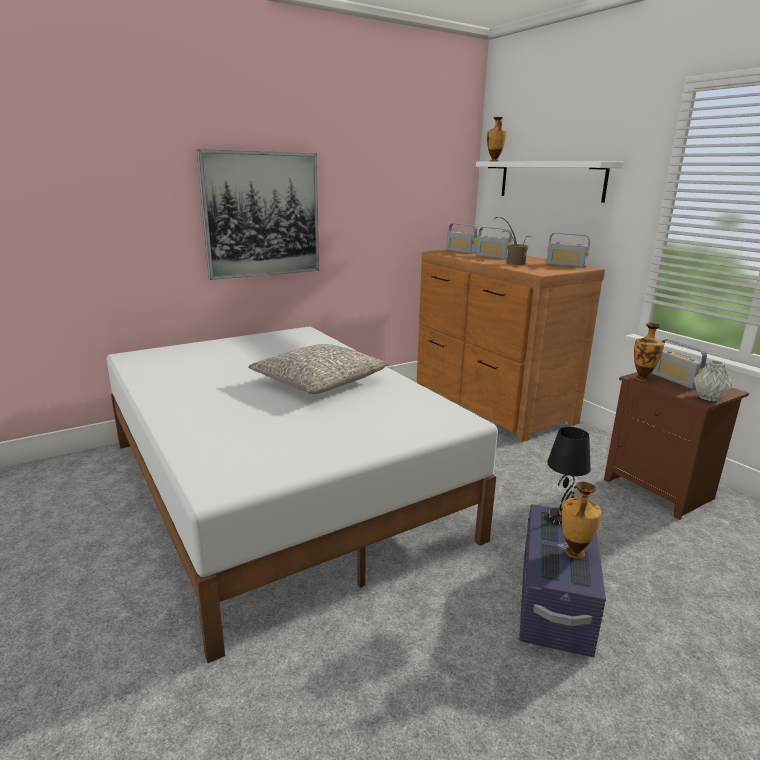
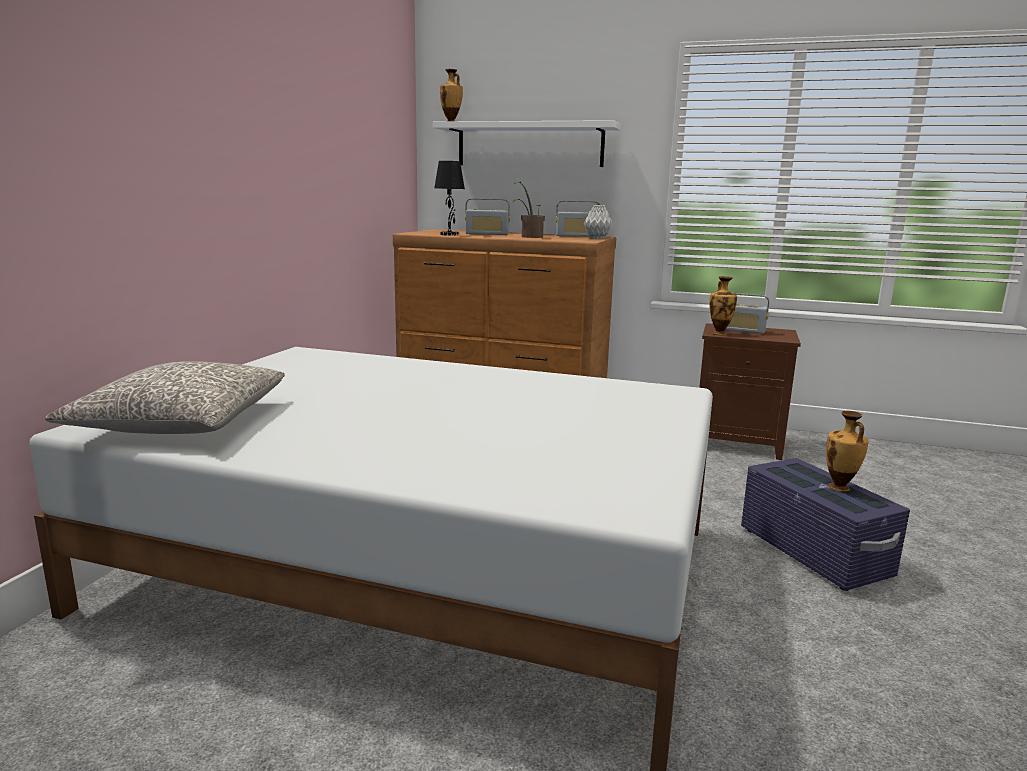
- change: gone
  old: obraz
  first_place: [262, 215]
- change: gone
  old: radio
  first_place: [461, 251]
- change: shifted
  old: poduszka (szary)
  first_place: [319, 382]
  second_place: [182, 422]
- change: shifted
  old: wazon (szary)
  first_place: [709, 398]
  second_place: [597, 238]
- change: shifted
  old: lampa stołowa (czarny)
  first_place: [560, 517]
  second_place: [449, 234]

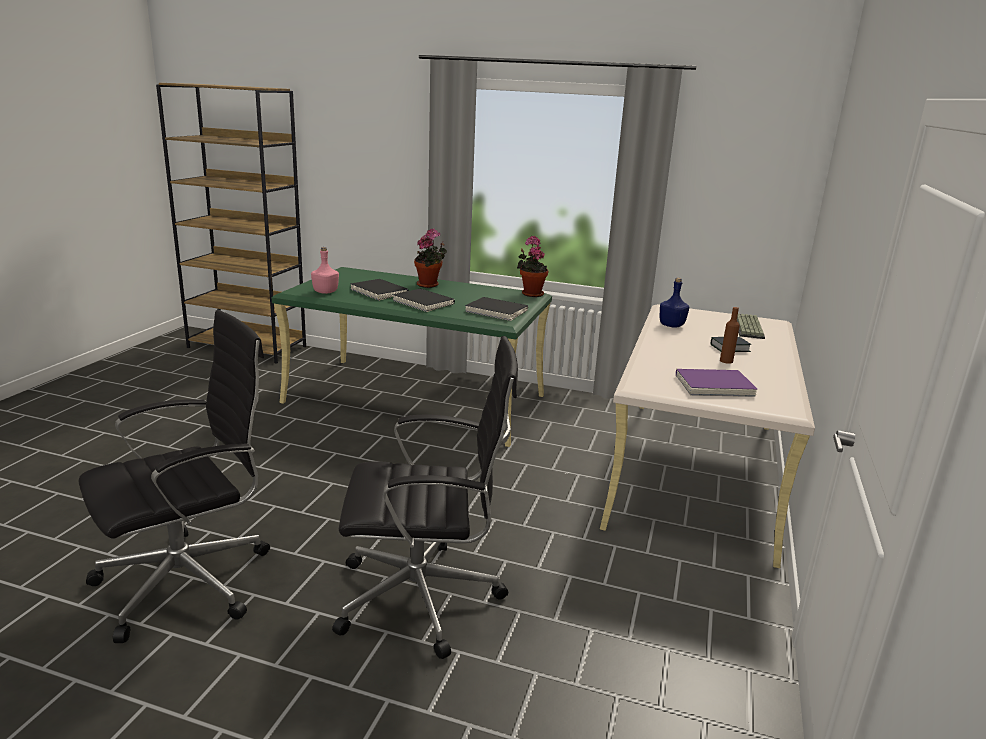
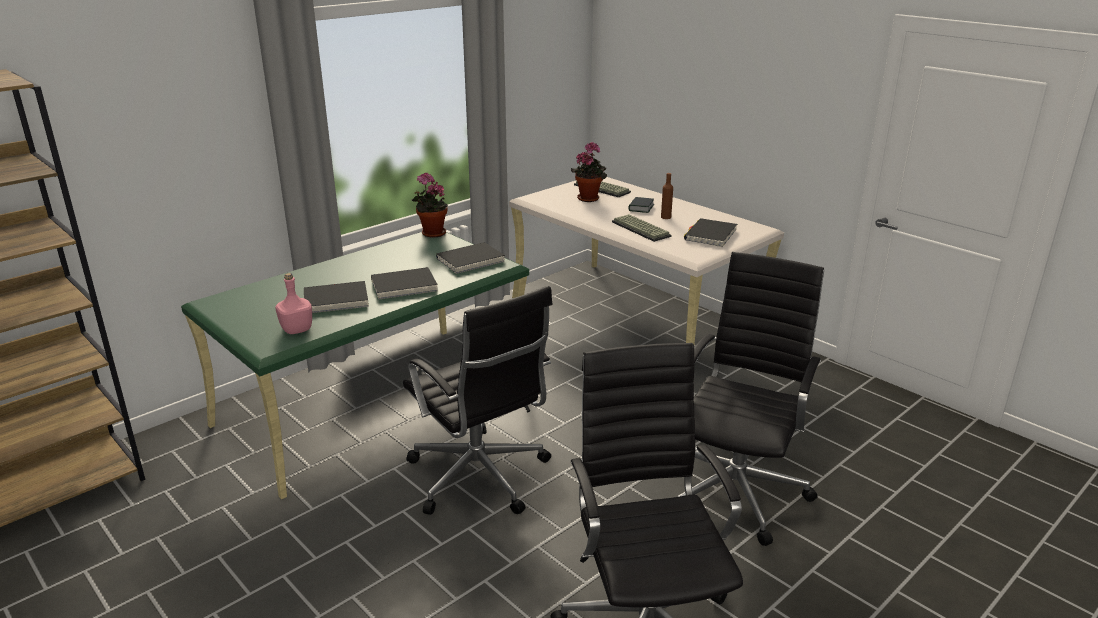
- change: shifted
  old: roślina doniczkowa
  first_place: [429, 285]
  second_place: [589, 198]
- change: gone
  old: butelka (niebieski)
  first_place: [671, 325]
- change: repainted
  old: książka (fioletowy)
  new: książka (czarny)
  first_place: [714, 386]
  second_place: [710, 235]
- change: new
  new: klawiatura
  second_place: [642, 229]
- change: new
  new: krzesło biurowe (czarny)
  second_place: [480, 477]

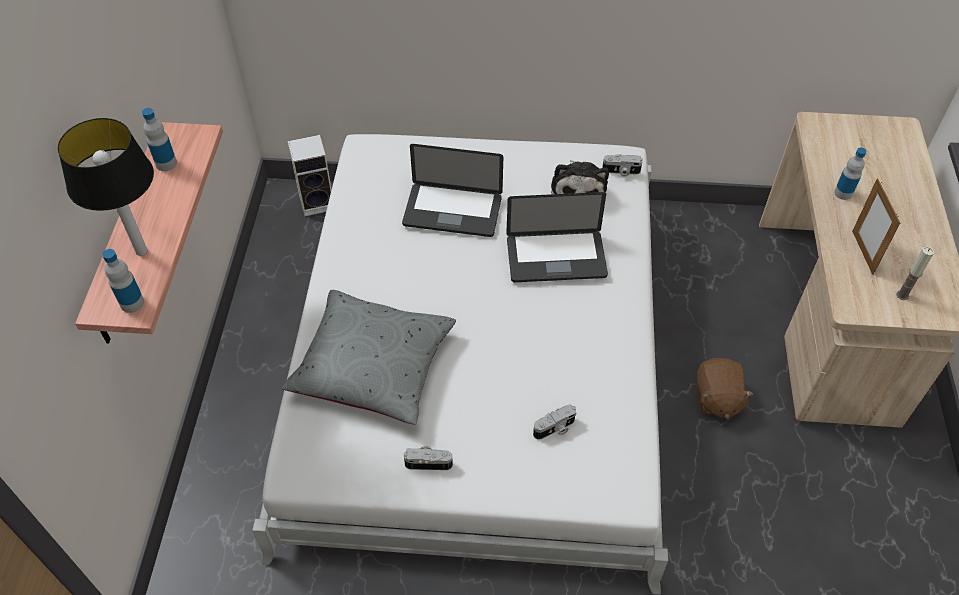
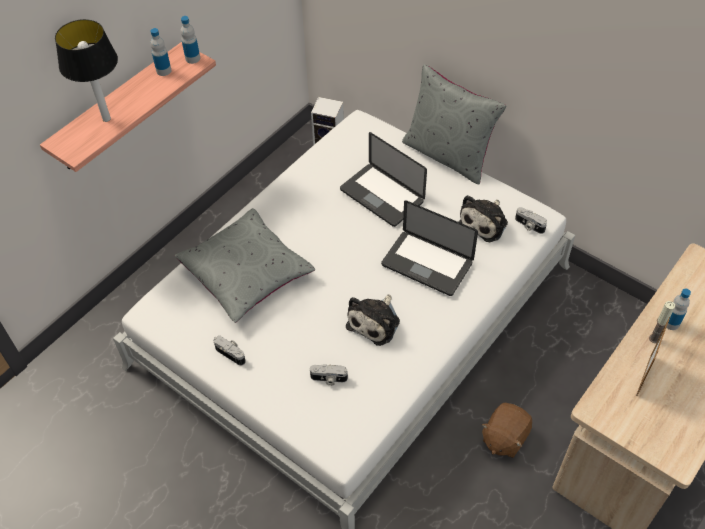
- change: shifted
  old: świeca
  first_place: [902, 295]
  second_place: [654, 338]
- change: shifted
  old: butelka
  first_place: [132, 303]
  second_place: [192, 58]
- change: new
  new: poduszka (szary)
  second_place: [448, 155]
- change: new
  new: pluszak
  second_place: [375, 322]

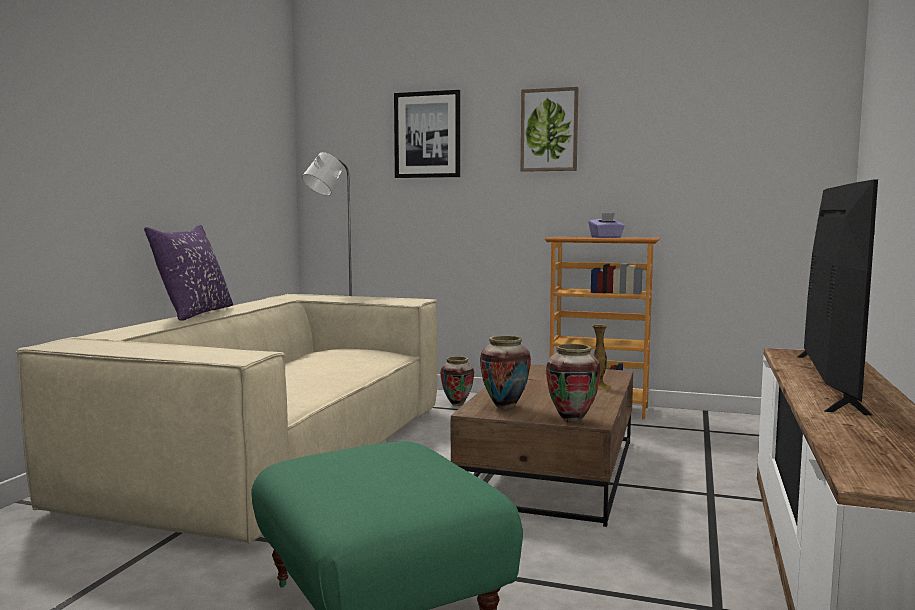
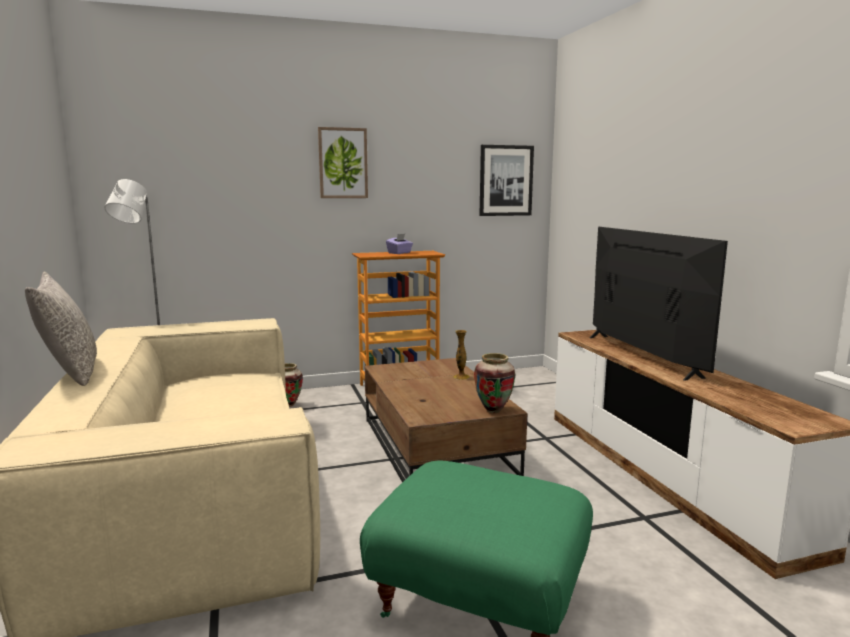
- change: shifted
  old: obraz
  first_place: [427, 135]
  second_place: [506, 180]
- change: repainted
  old: poduszka (fioletowy)
  new: poduszka (szary)
  first_place: [194, 313]
  second_place: [71, 372]
- change: gone
  old: wazon
  first_place: [504, 407]

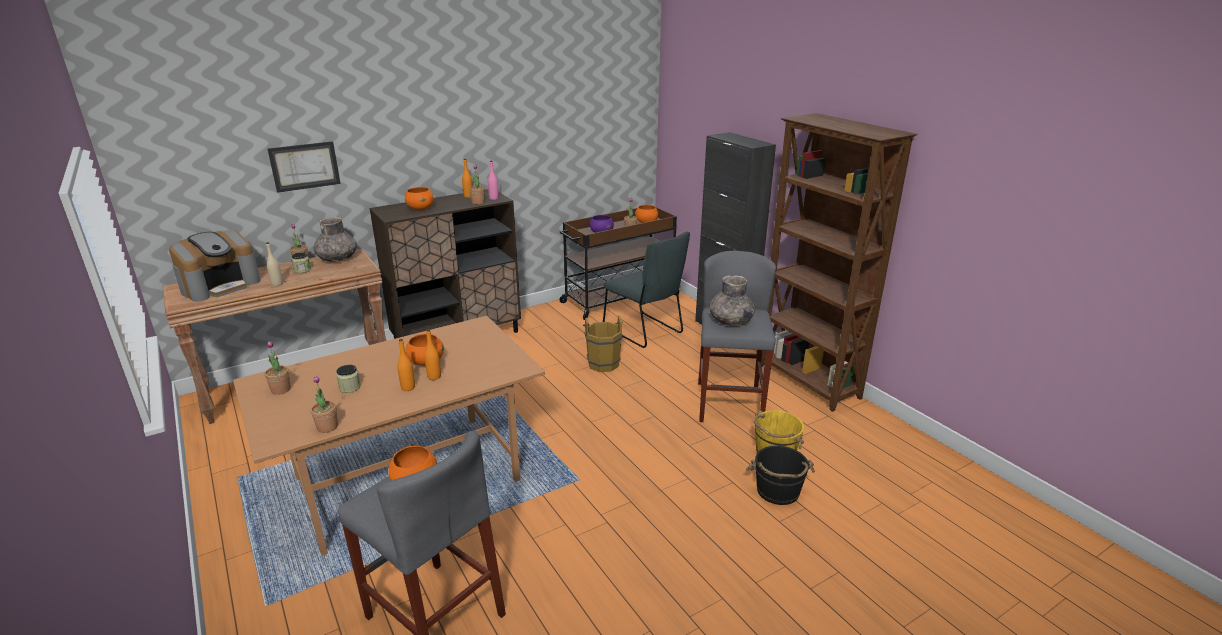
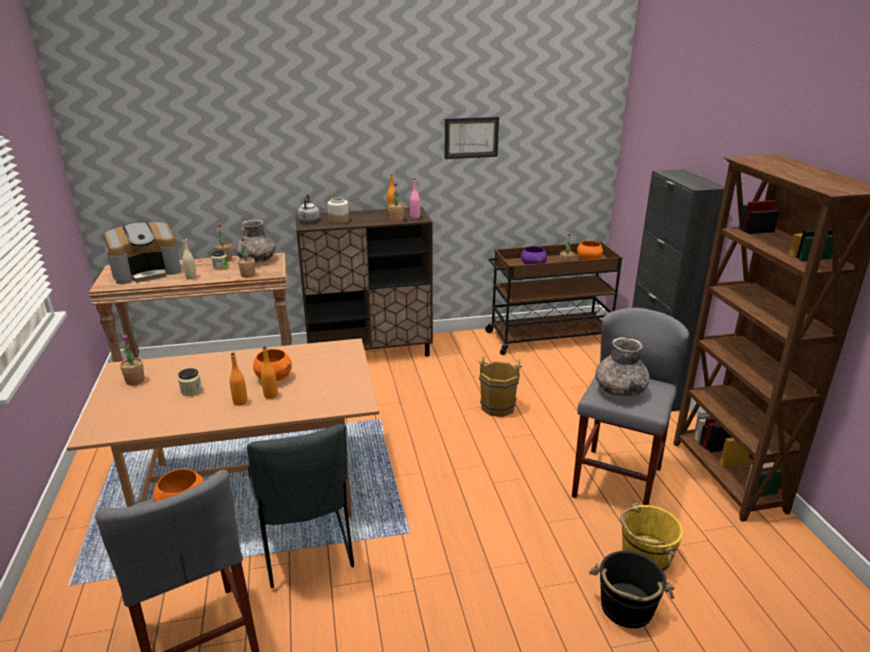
- change: shifted
  old: obraz
  first_place: [304, 166]
  second_place: [471, 137]
- change: swapped
  old: miska (pomarańczowy)
  new: słoik
  first_place: [421, 209]
  second_place: [339, 220]
- change: shifted
  old: krzesło (szary)
  first_place: [645, 331]
  second_place: [306, 548]
- change: shifted
  old: roślina doniczkowa
  first_place: [327, 427]
  second_place: [248, 275]
- change: new
  new: czajnik (szary)
  second_place: [309, 221]

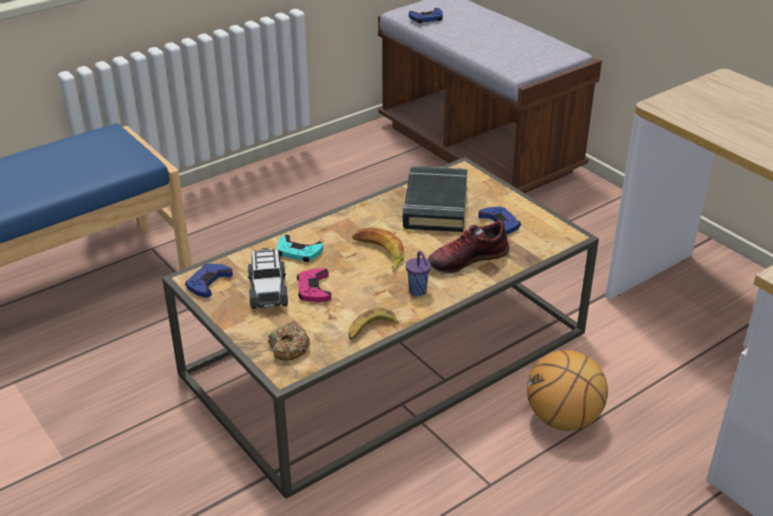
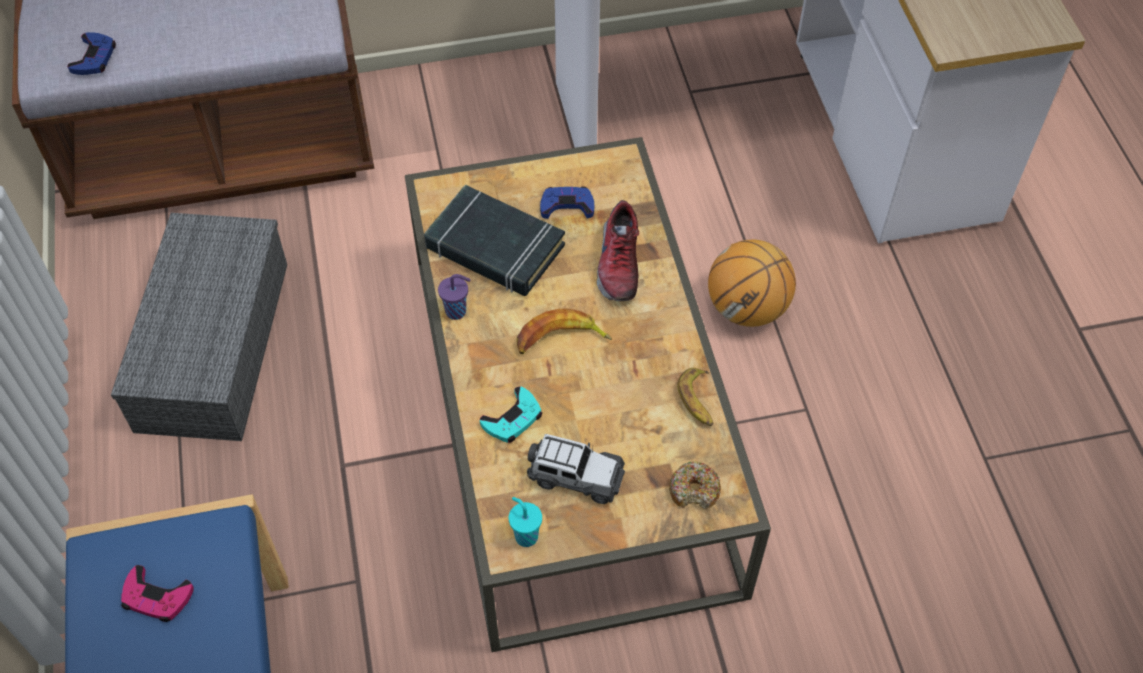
- change: shifted
  old: filiżanka (fioletowy)
  first_place: [418, 292]
  second_place: [457, 311]
- change: swapped
  old: pad do gier (niebieski)
  new: filiżanka (turkusowy)
  first_place: [208, 283]
  second_place: [525, 535]
- change: shifted
  old: pad do gier (różowy)
  first_place: [313, 289]
  second_place: [156, 597]
- change: new
  new: pojemnik do przechowywania (szary)
  second_place: [212, 342]

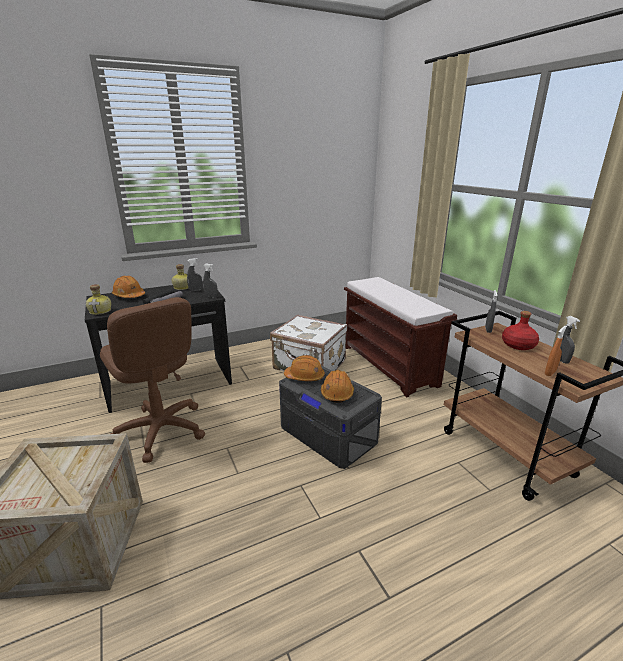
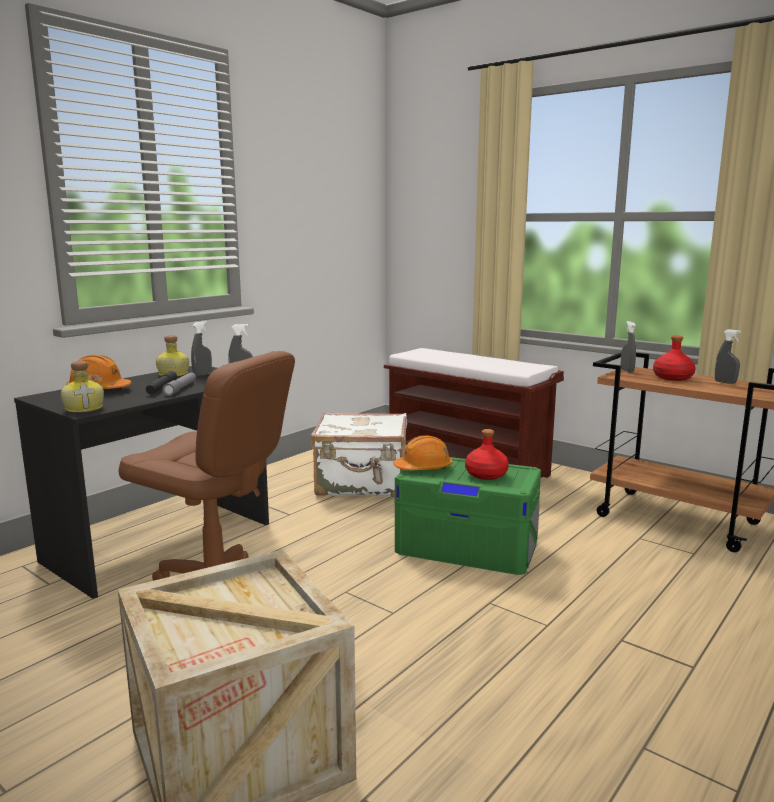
- change: gone
  old: spryskiwacz (pomarańczowy)
  first_place: [550, 373]
- change: repainted
  old: pojemnik do przechowywania (szary)
  new: pojemnik do przechowywania (zielony)
  first_place: [328, 434]
  second_place: [467, 546]
- change: swapped
  old: kask (pomarańczowy)
  new: butelka (czerwony)
  first_place: [337, 393]
  second_place: [486, 475]

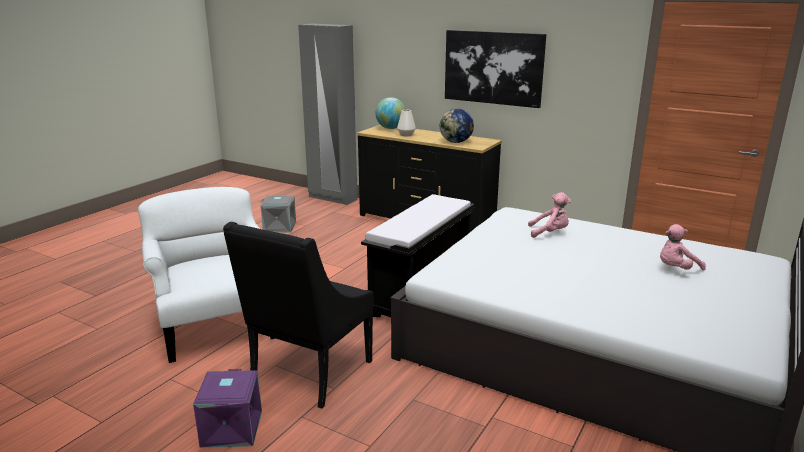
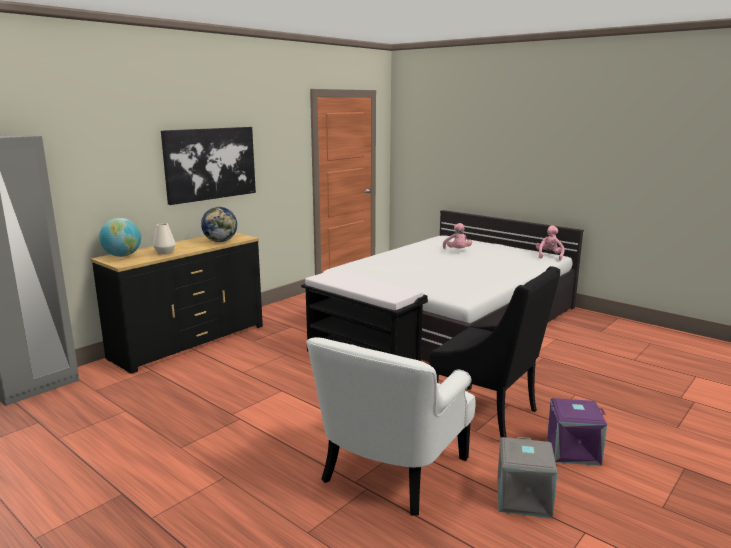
- change: rotated
  old: fotel (biały)
  first_place: [216, 325]
  second_place: [391, 470]
  degrees: -45
- change: shifted
  old: pluszak (różowy)
  first_place: [550, 233]
  second_place: [549, 256]
- change: shifted
  old: pojemnik do przechowywania (szary)
  first_place: [279, 227]
  second_place: [524, 498]

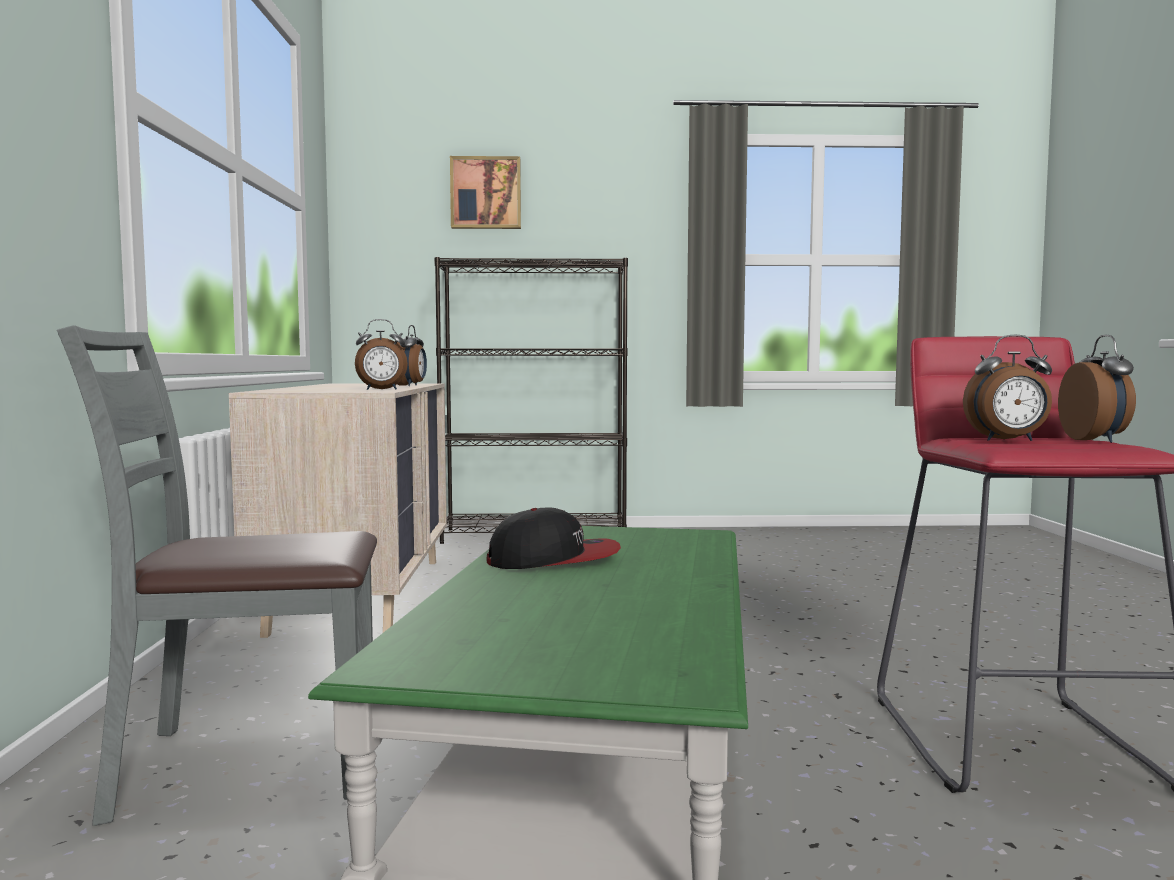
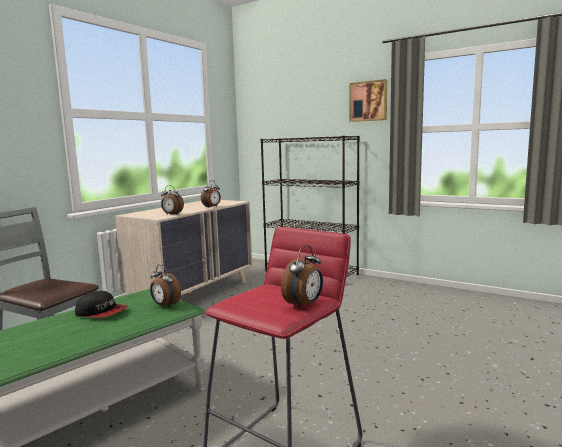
- change: shifted
  old: obraz
  first_place: [486, 193]
  second_place: [368, 101]
- change: shifted
  old: budzik
  first_place: [1008, 440]
  second_place: [165, 305]

